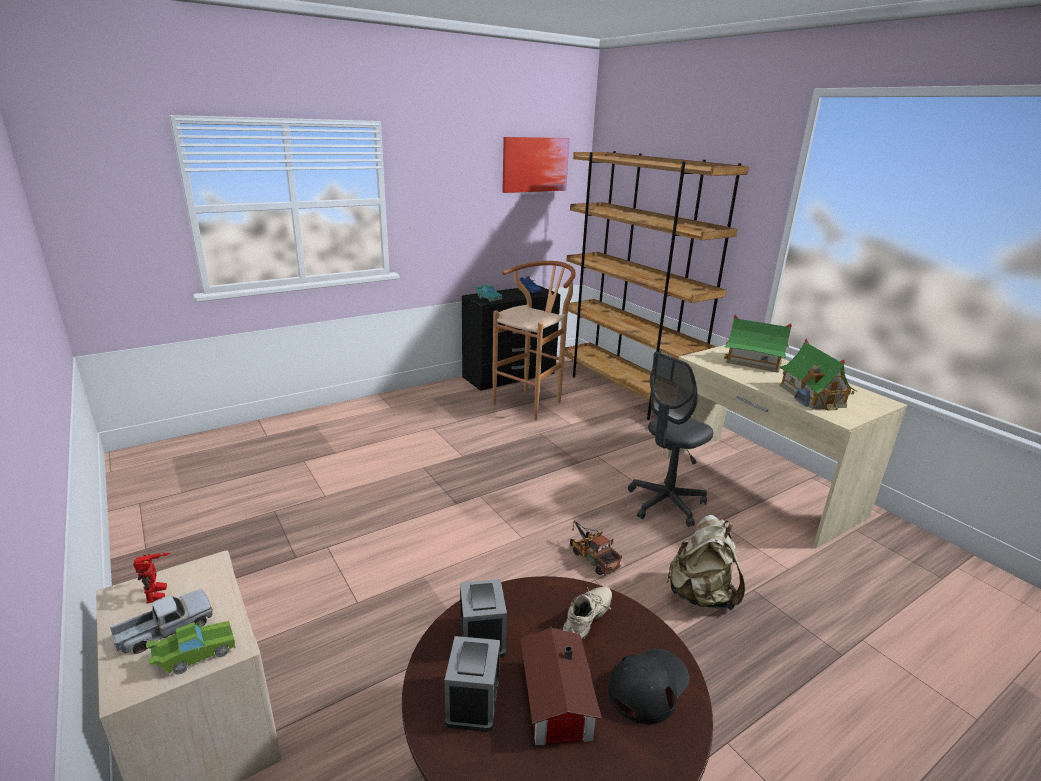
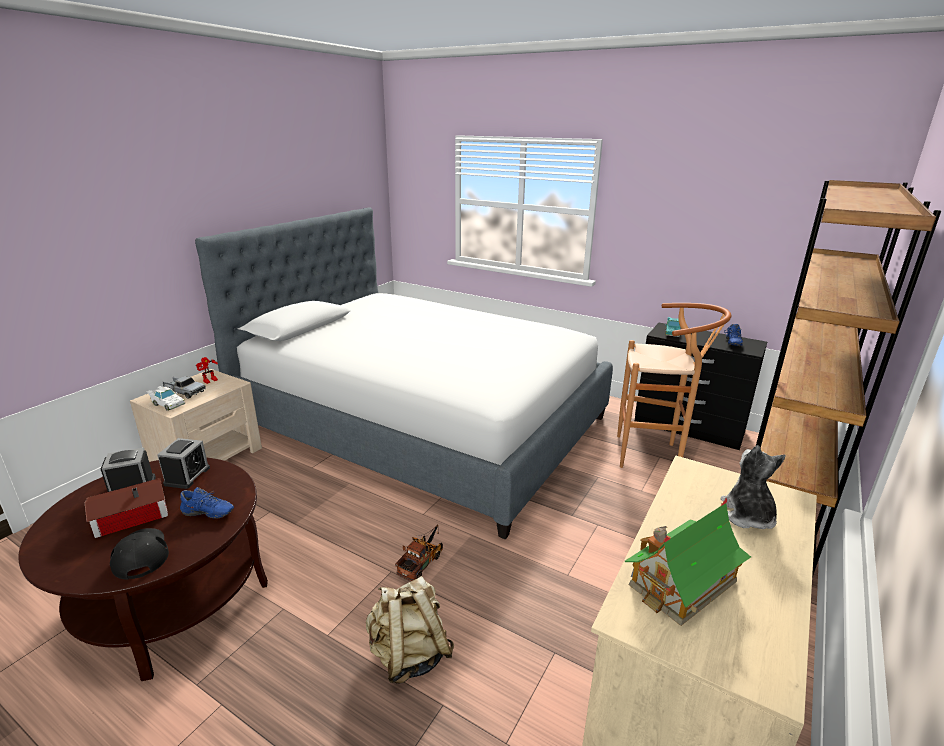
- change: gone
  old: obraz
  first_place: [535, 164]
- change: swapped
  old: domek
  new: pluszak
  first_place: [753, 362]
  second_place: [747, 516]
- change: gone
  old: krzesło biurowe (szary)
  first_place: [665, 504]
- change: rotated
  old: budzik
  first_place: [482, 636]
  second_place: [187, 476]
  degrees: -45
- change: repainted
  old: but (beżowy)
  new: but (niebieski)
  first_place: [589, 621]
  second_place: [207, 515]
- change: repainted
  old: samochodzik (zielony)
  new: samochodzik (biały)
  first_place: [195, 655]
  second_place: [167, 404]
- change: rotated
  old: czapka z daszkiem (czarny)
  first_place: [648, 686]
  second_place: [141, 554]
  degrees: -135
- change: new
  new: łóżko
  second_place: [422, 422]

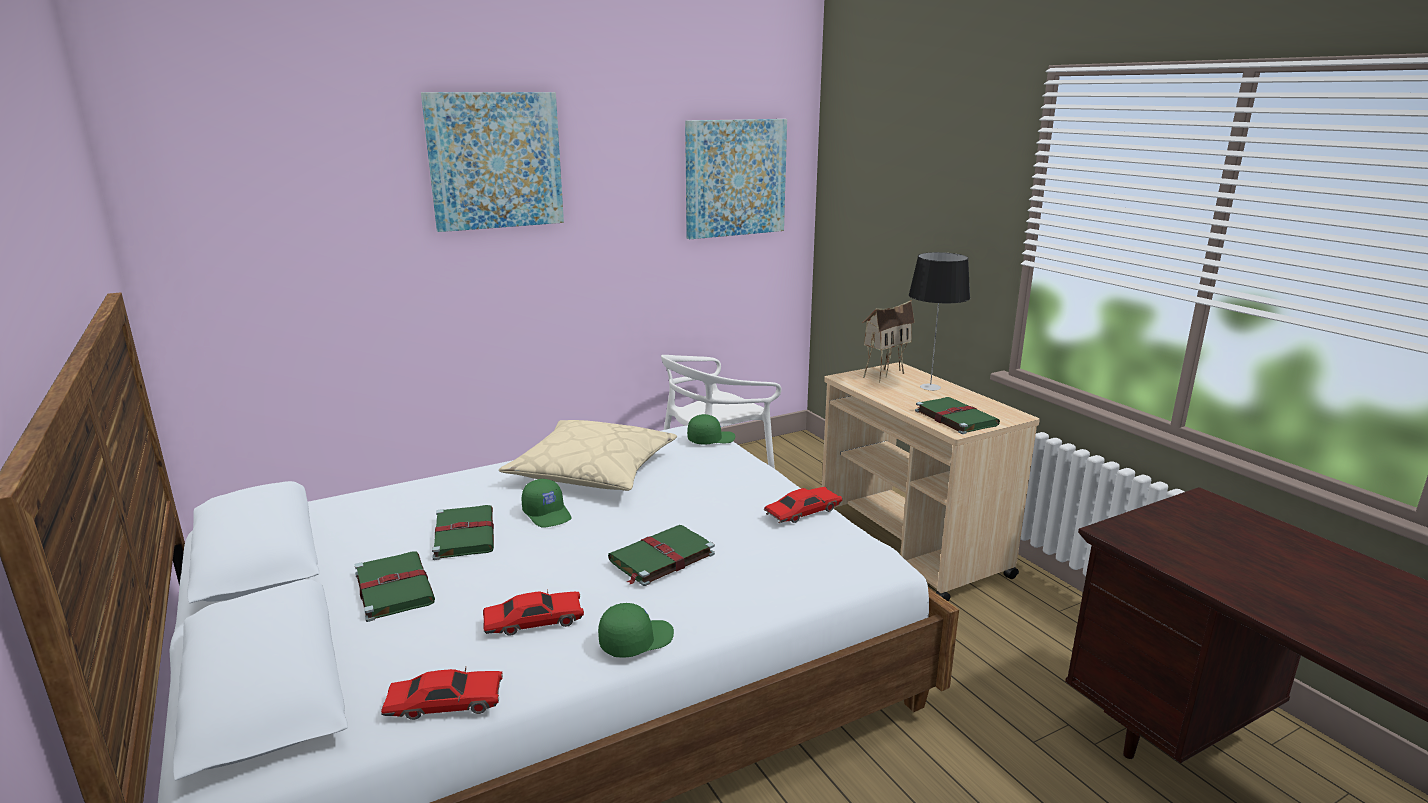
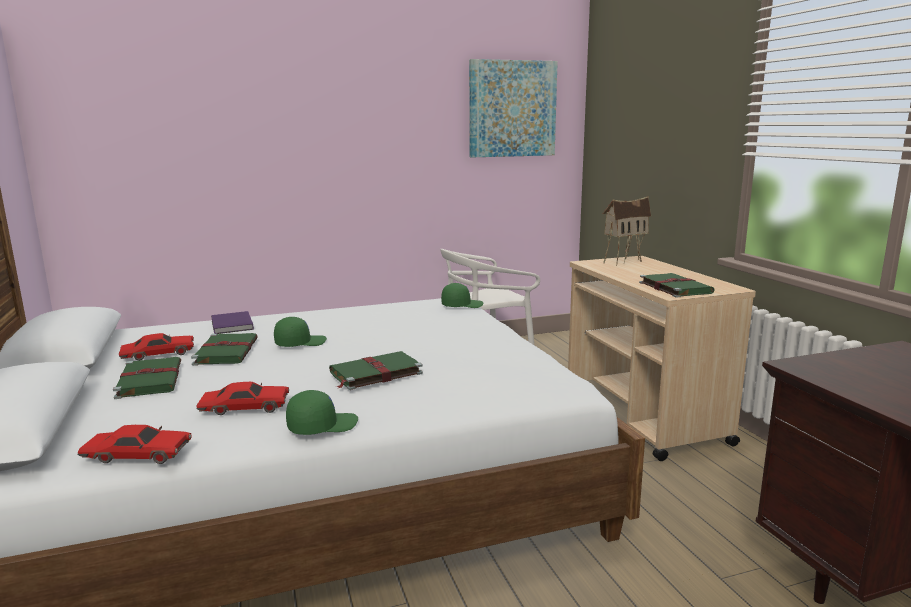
- change: gone
  old: obraz
  first_place: [495, 161]
- change: gone
  old: lampa stołowa
  first_place: [930, 387]
- change: gone
  old: poduszka (beżowy)
  first_place: [592, 471]
- change: rotated
  old: czapka z daszkiem (zielony)
  first_place: [548, 514]
  second_place: [300, 343]
  degrees: -90
- change: shifted
  old: samochodzik (czerwony)
  first_place: [802, 512]
  second_place: [158, 354]
- change: new
  new: książka (fioletowy)
  second_place: [231, 325]

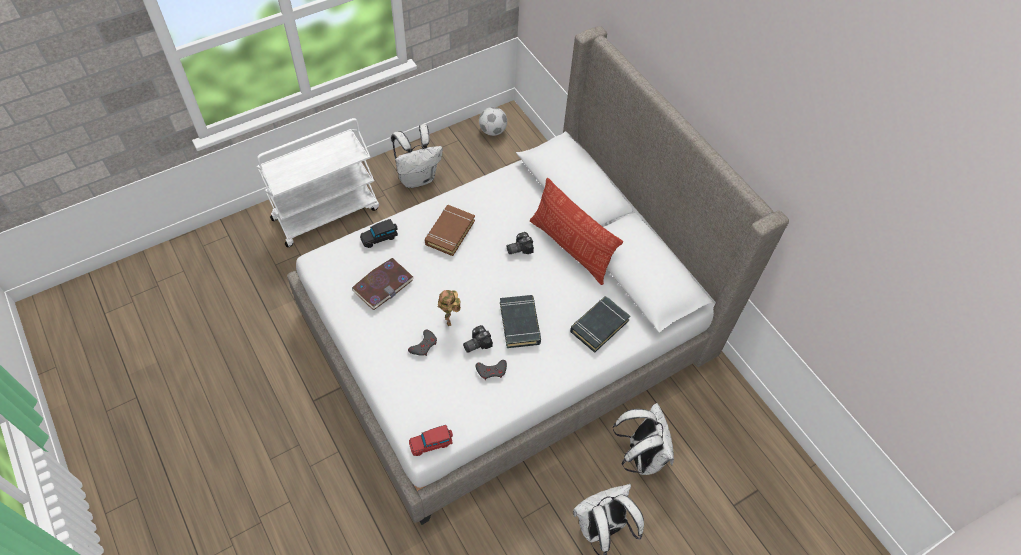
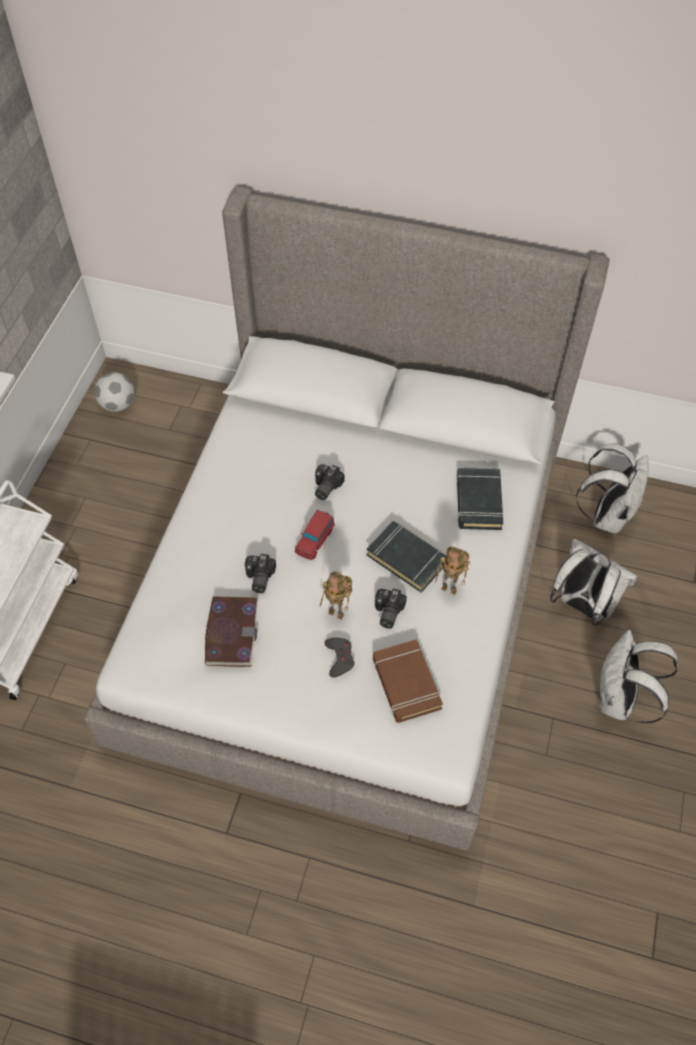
- change: shifted
  old: plecak (biały)
  first_place: [418, 178]
  second_place: [607, 515]
- change: gone
  old: poduszka
  first_place: [570, 248]
- change: shifted
  old: książka (brązowy)
  first_place: [449, 232]
  second_place: [406, 683]
- change: gone
  old: samochodzik (czarny)
  first_place: [380, 238]
- change: gone
  old: pad do gier (szary)
  first_place: [491, 371]
- change: shifted
  old: samochodzik (czerwony)
  first_place: [431, 443]
  second_place: [315, 540]
- change: new
  new: robot zabawkowy
  second_place: [450, 589]
- change: new
  new: aparat fotograficzny
  second_place: [258, 578]

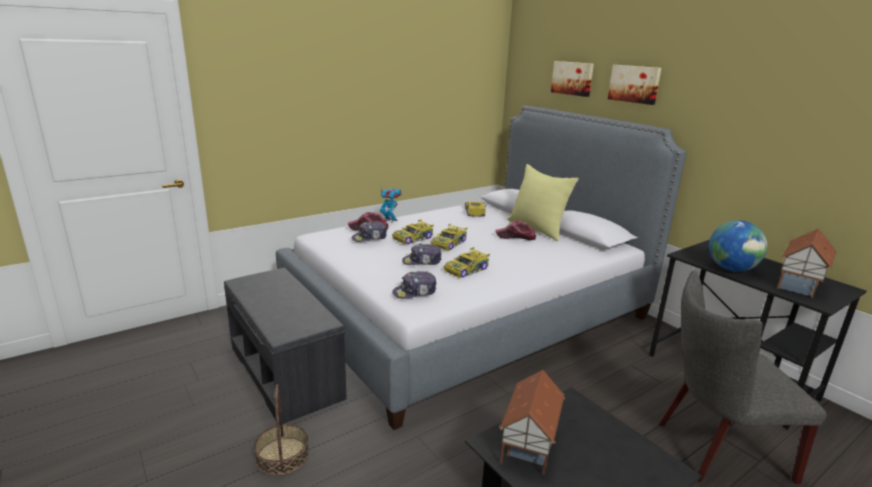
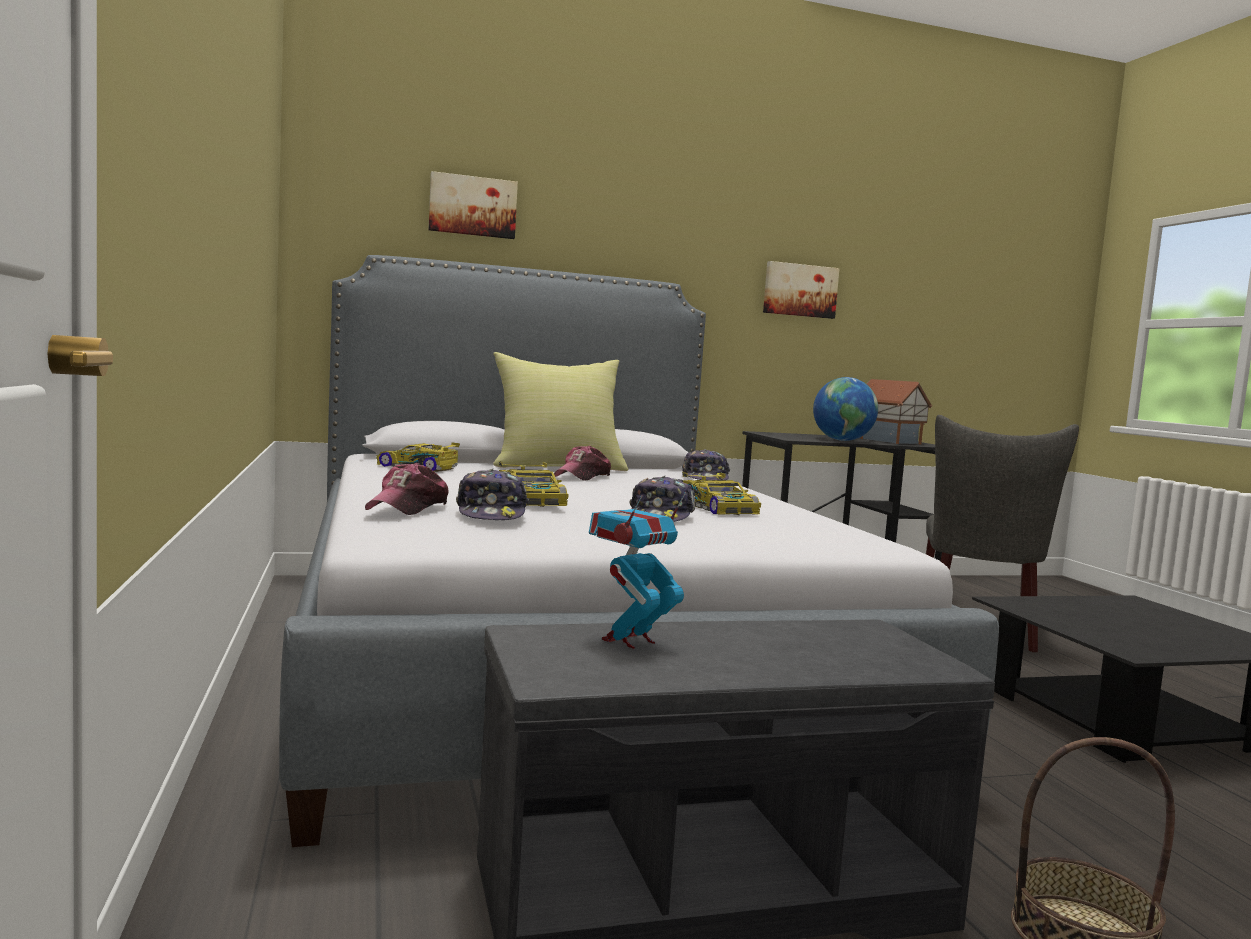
- change: shifted
  old: obraz
  first_place: [634, 84]
  second_place: [799, 290]
- change: shifted
  old: robot zabawkowy
  first_place: [390, 220]
  second_place: [629, 640]
- change: gone
  old: samochodzik
  first_place: [449, 243]
- change: shifted
  old: czapka z daszkiem
  first_place: [415, 292]
  second_place: [705, 478]
- change: gone
  old: domek
  first_place: [527, 445]

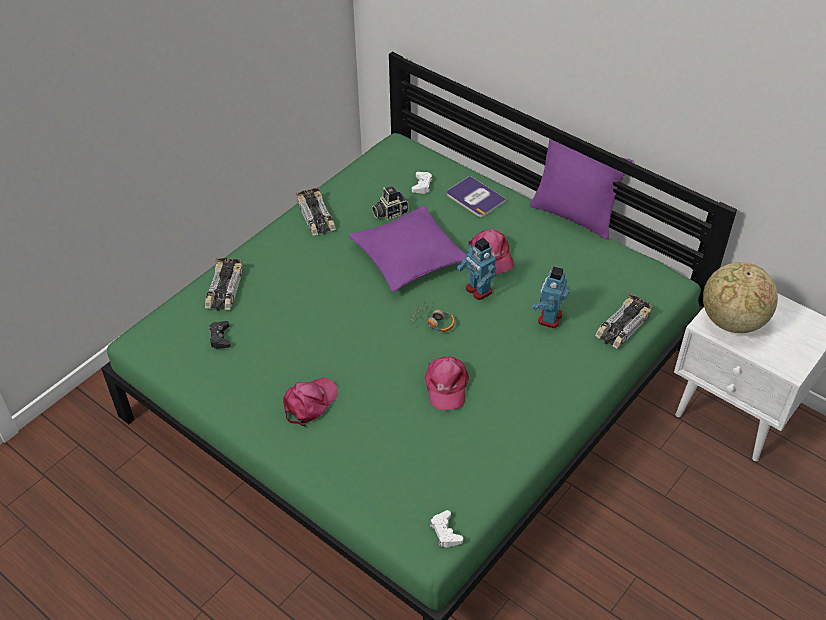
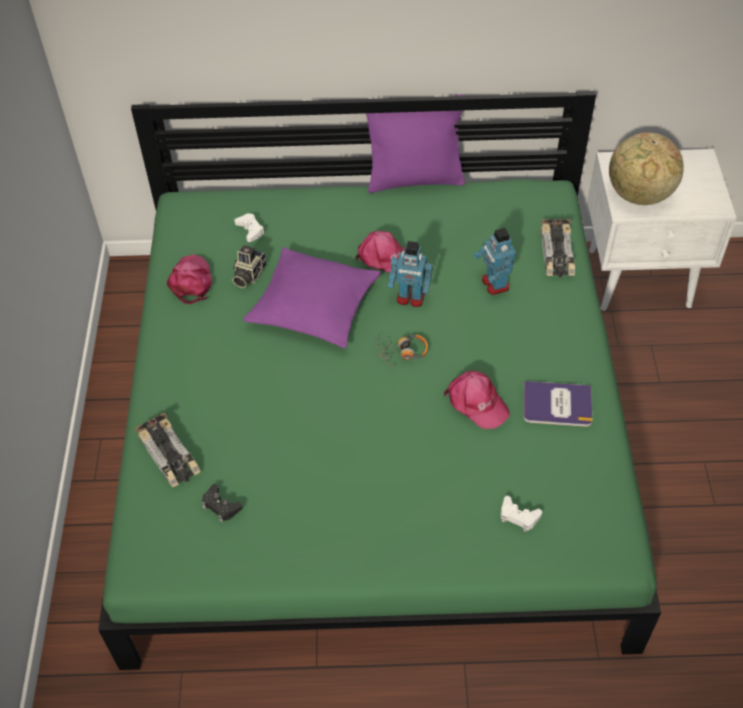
- change: shifted
  old: książka
  first_place: [475, 197]
  second_place: [557, 405]
- change: gone
  old: samochodzik
  first_place: [316, 217]
- change: shifted
  old: czapka z daszkiem (różowy)
  first_place: [309, 403]
  second_place: [191, 281]
- change: shifted
  old: pad do gier (biały)
  first_place: [445, 532]
  second_place: [518, 516]

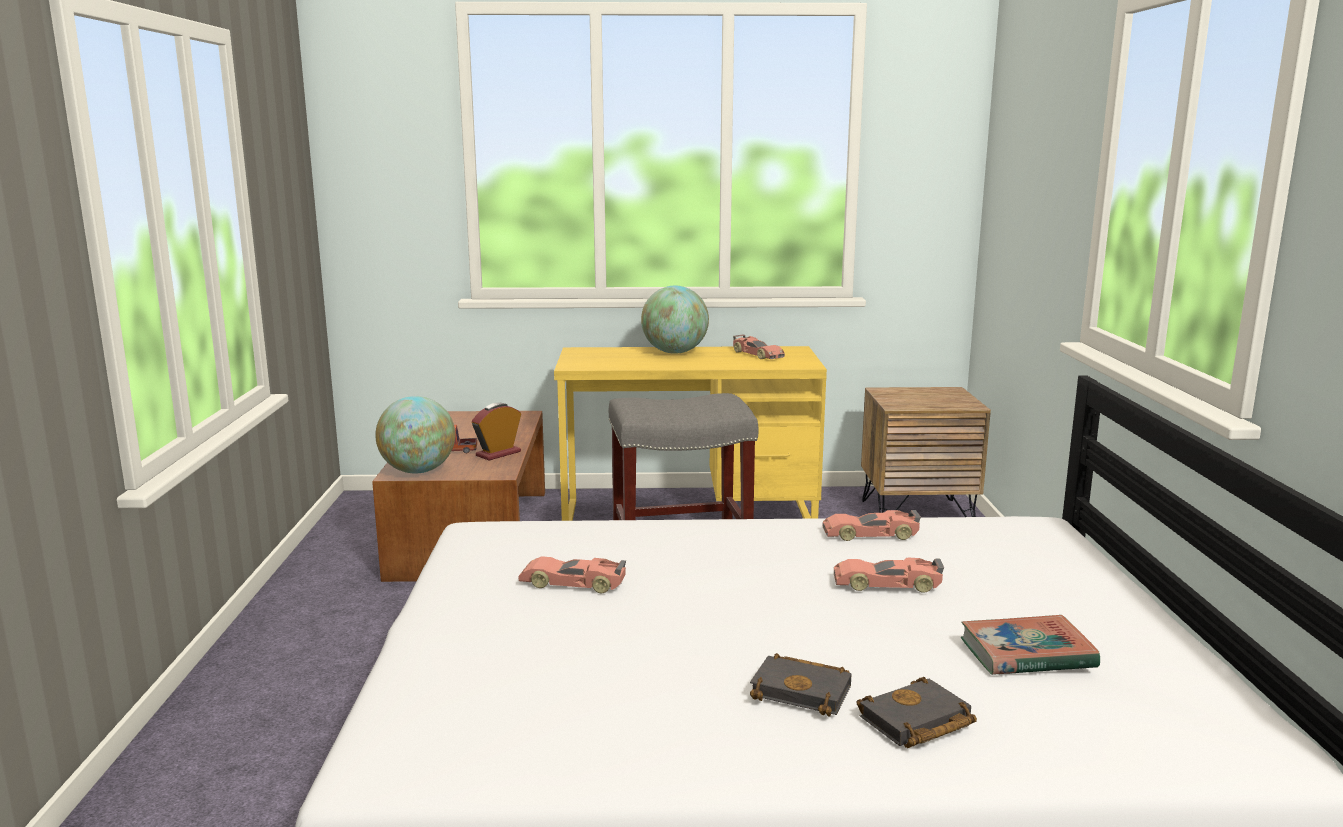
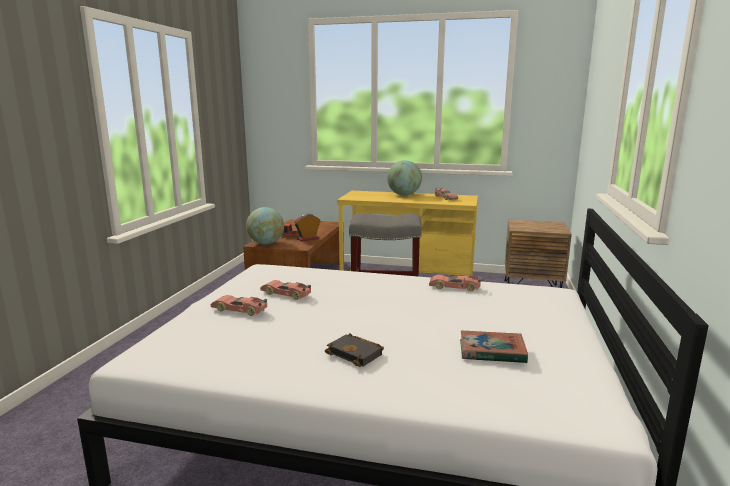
- change: shifted
  old: samochodzik
  first_place: [887, 584]
  second_place: [240, 310]
- change: gone
  old: książka (czarny)
  first_place: [915, 723]

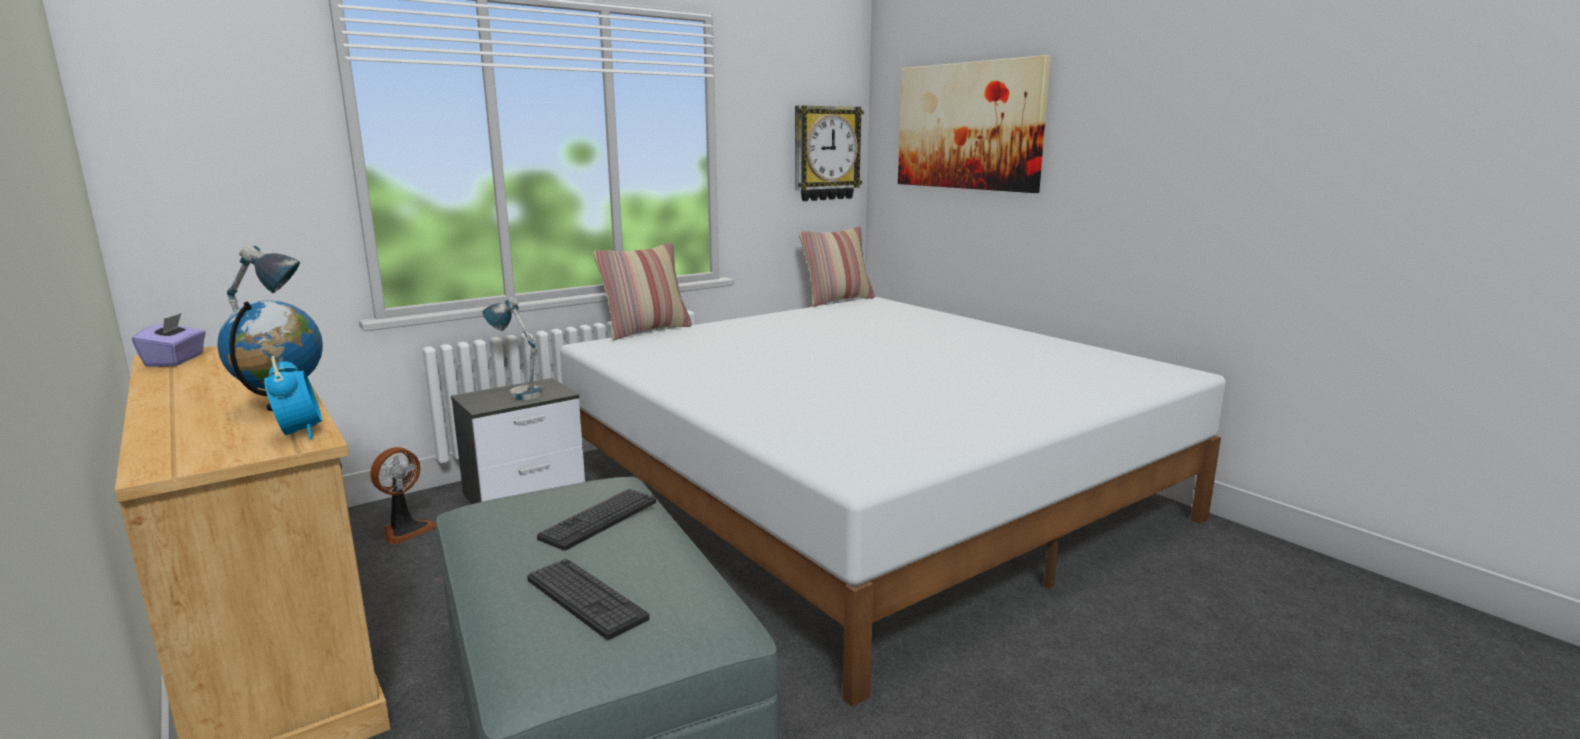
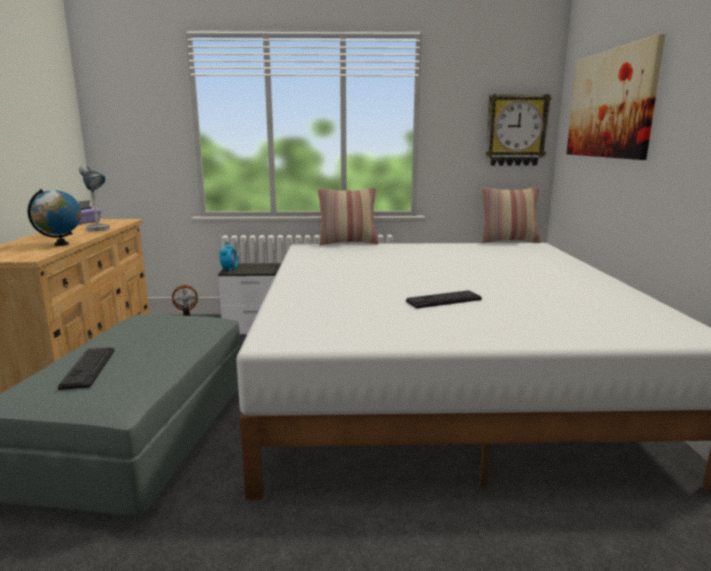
- change: gone
  old: lampa stołowa
  first_place: [518, 392]
- change: shifted
  old: budzik
  first_place: [299, 433]
  second_place: [229, 269]
- change: shifted
  old: klawiatura
  first_place: [599, 520]
  second_place: [444, 300]

